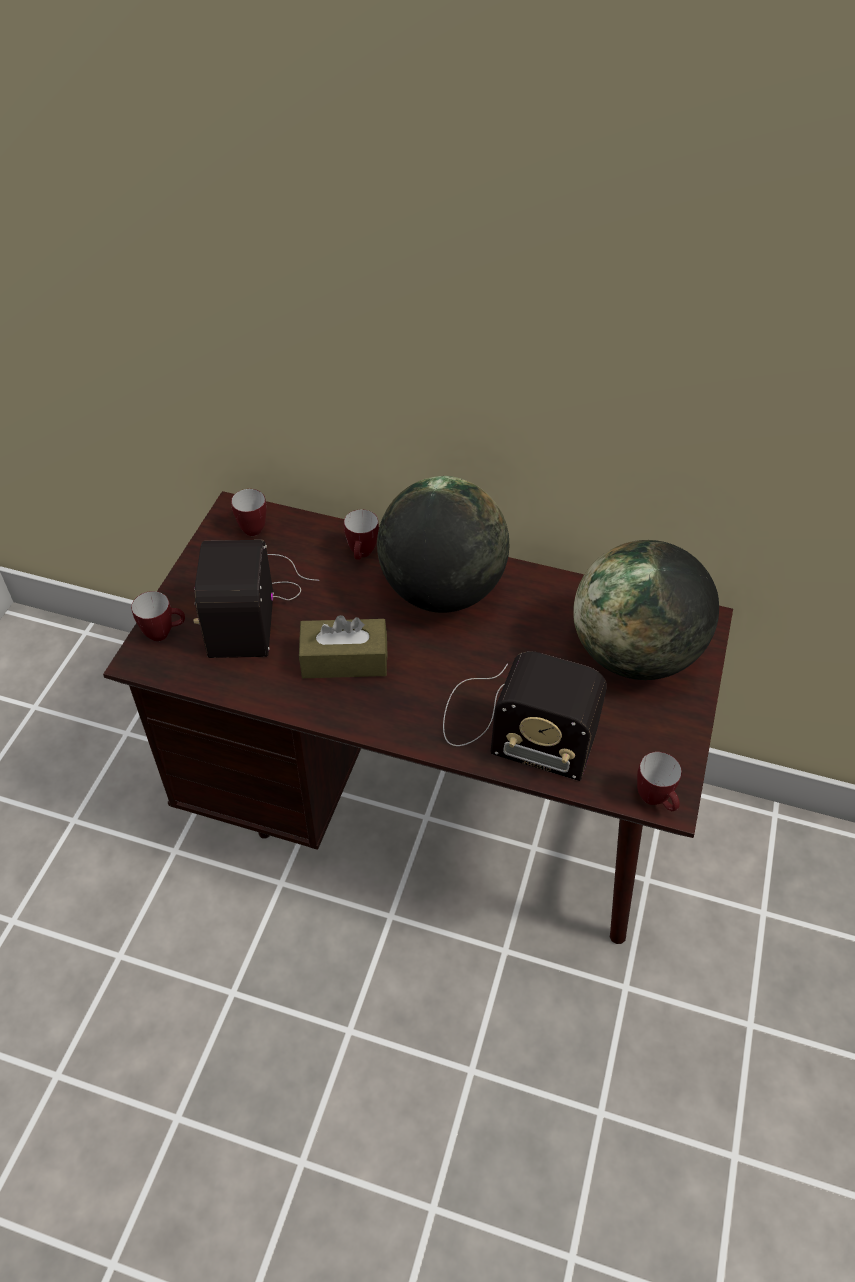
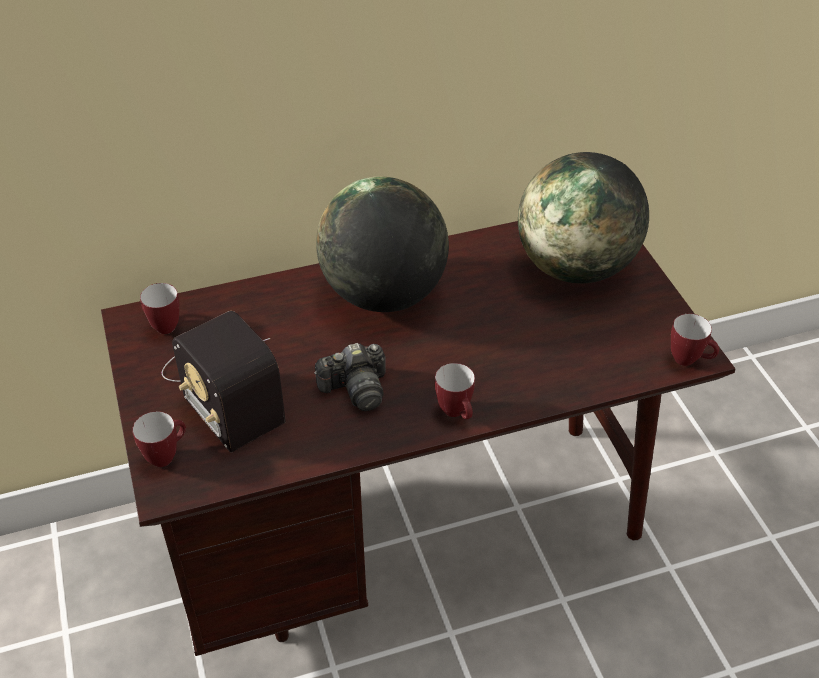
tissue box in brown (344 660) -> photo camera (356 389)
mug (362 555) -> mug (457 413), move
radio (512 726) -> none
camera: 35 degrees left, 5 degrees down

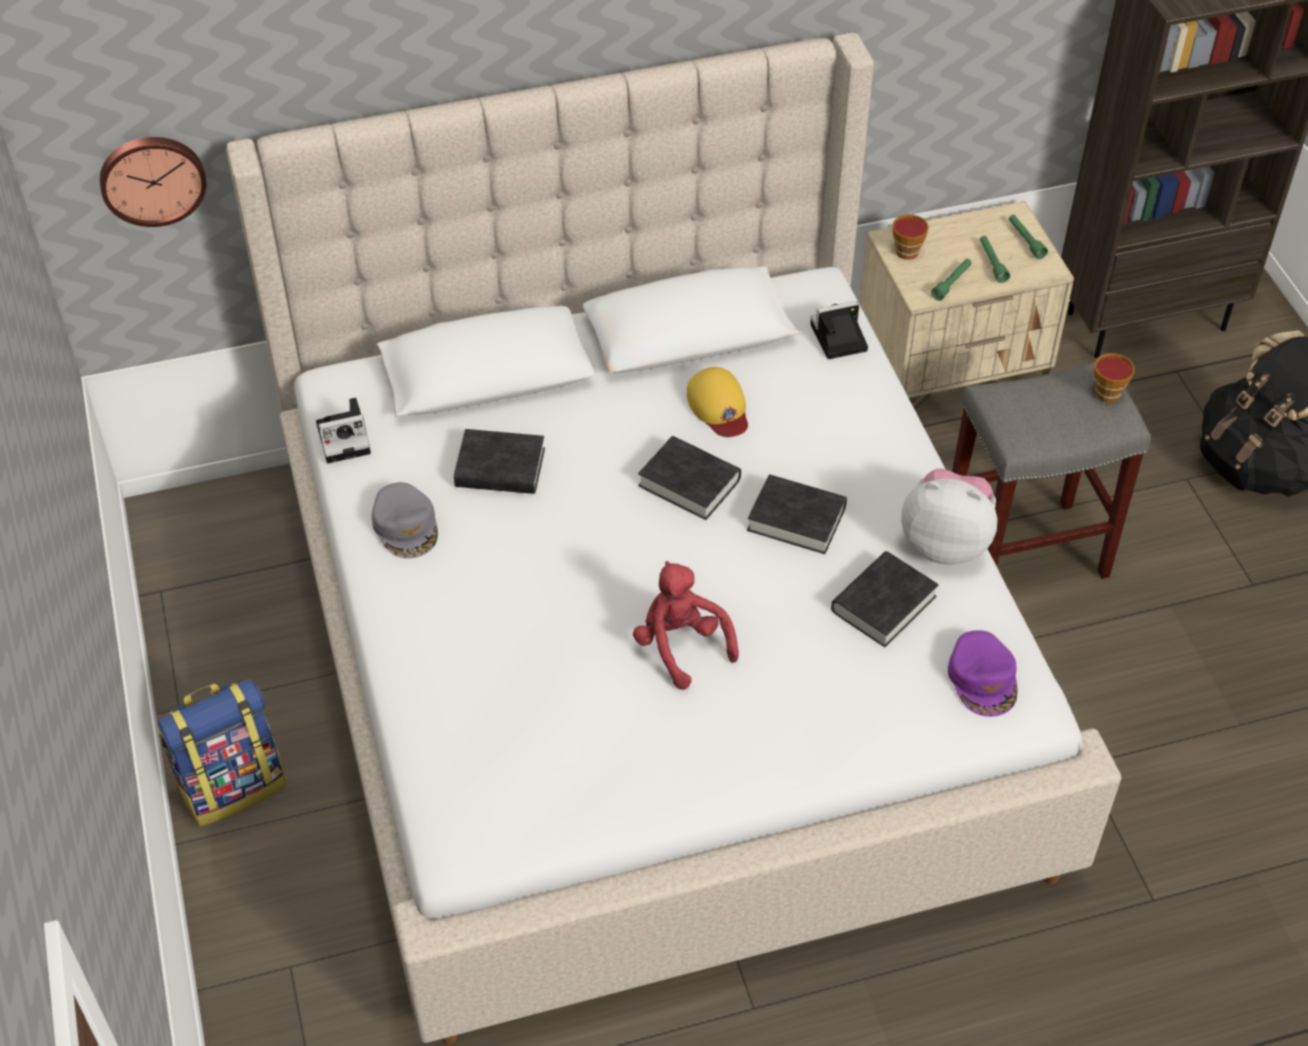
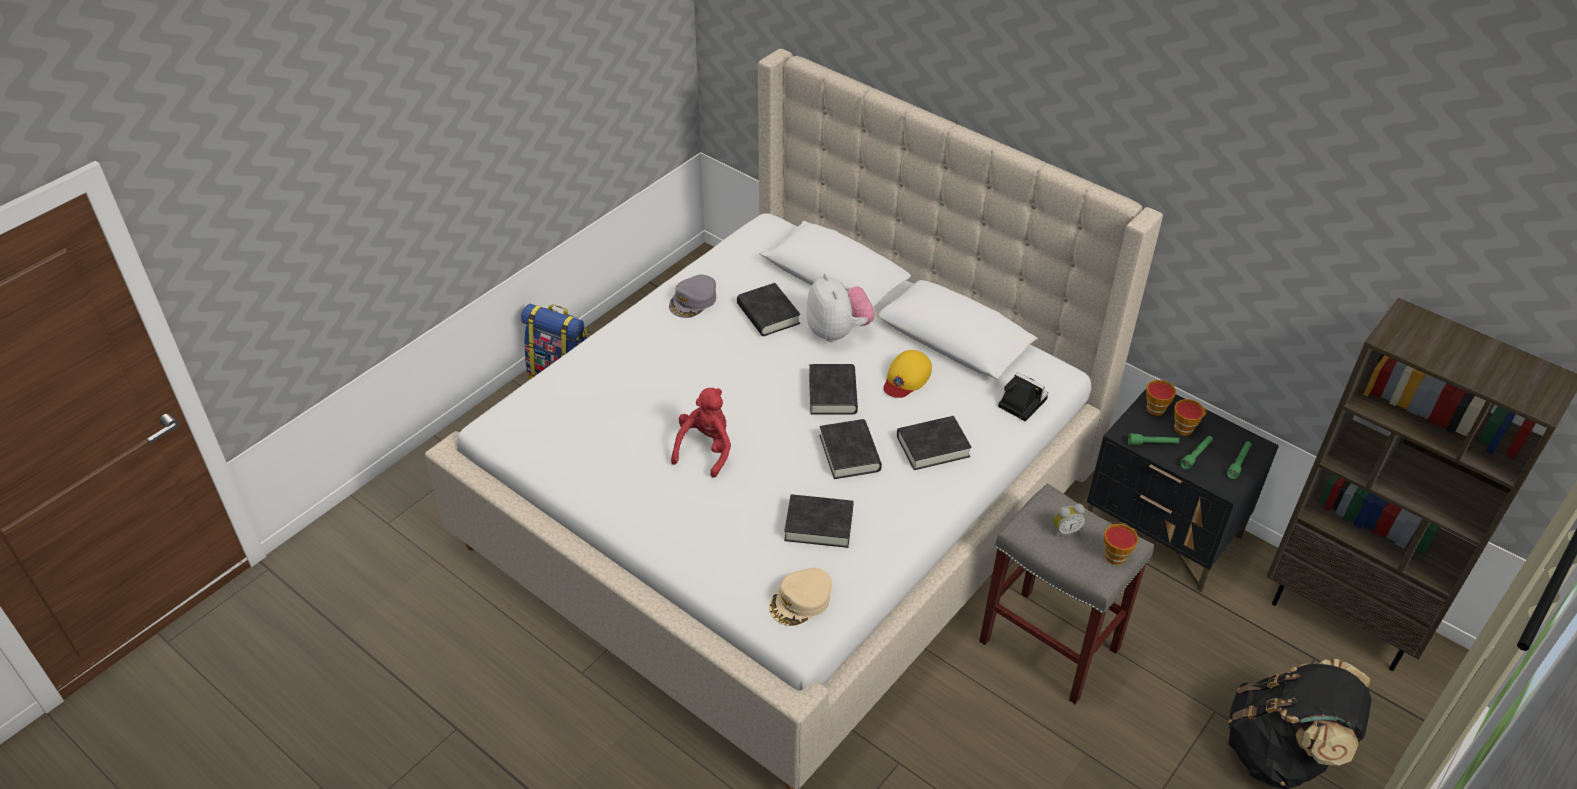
wall clock (152 178) -> none
photo camera (346 438) -> none
nightstand in beige (950 376) -> nightstand in black (1163 531)
plush toy (946 542) -> plush toy (837 332), move
cap in purple (983 679) -> cap in beige (801 601)
none -> book in black (933 447)
none -> alarm clock (1065 530)
none -> cup (1186 428)
camera: 55 degrees right, 5 degrees down

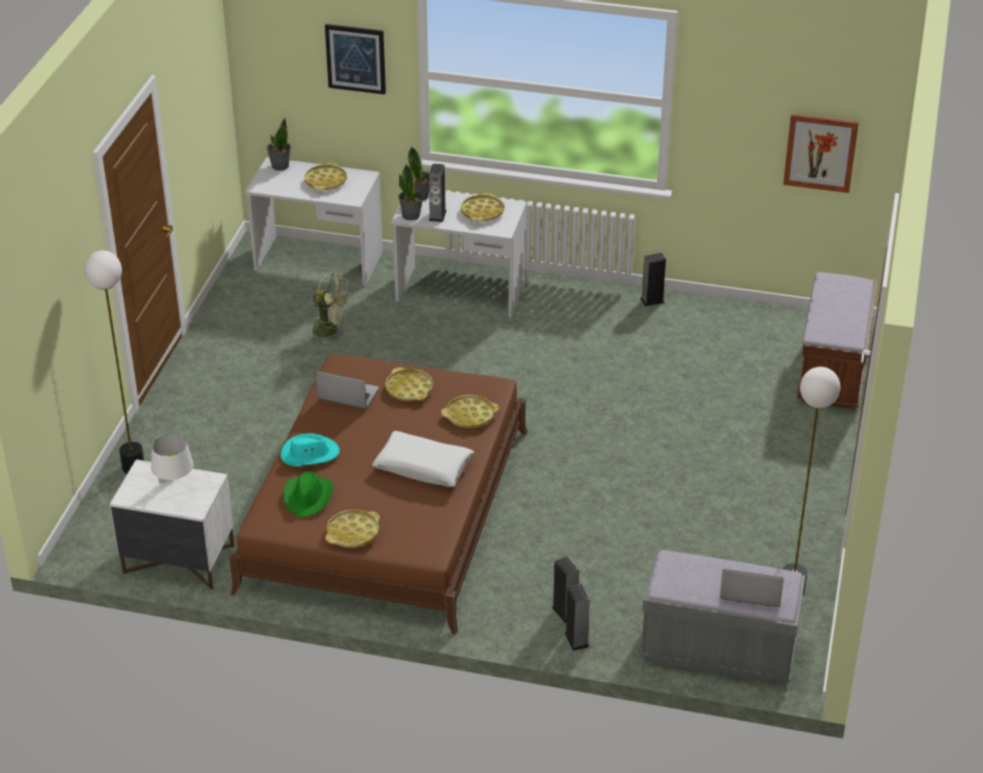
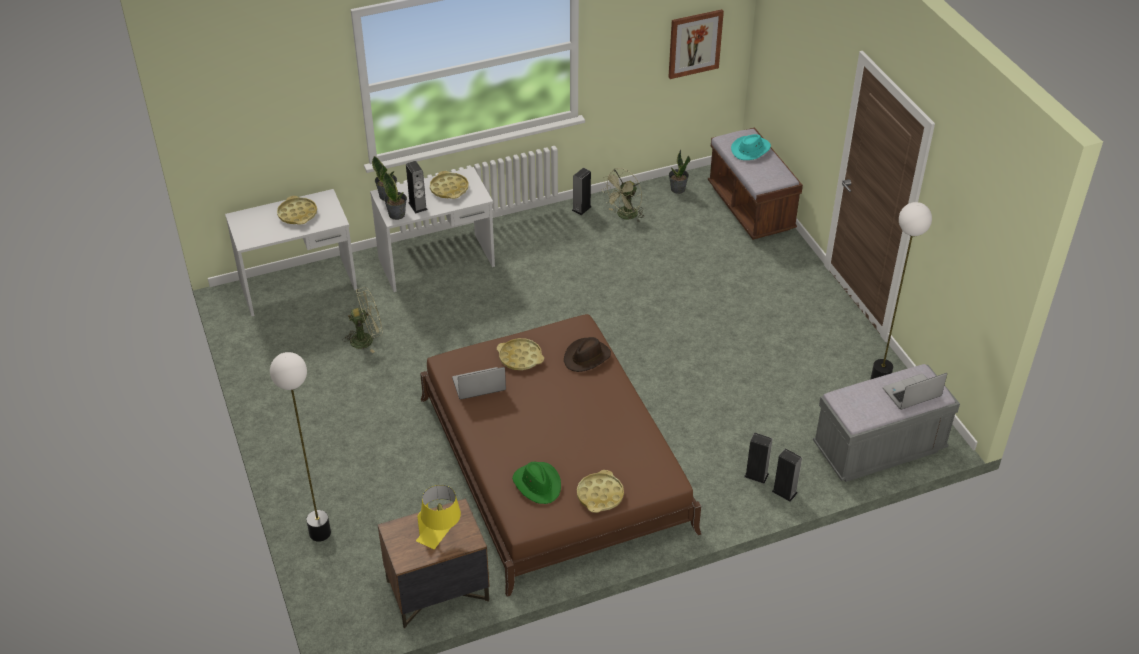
nightstand in white (178 560) -> nightstand in brown (437 591)
table lamp in white (175 493) -> table lamp in yellow (440 536)
potted plant (280 166) -> potted plant (677 189), move
hat in turquoise (309 454) -> hat in turquoise (750 149), move
picture (356 58) -> none
pillow in white (423 467) -> none
tray in yellow (470 415) -> hat in brown (587 357)
none -> fan in green (624 216)
camera: 35 degrees left, 5 degrees up

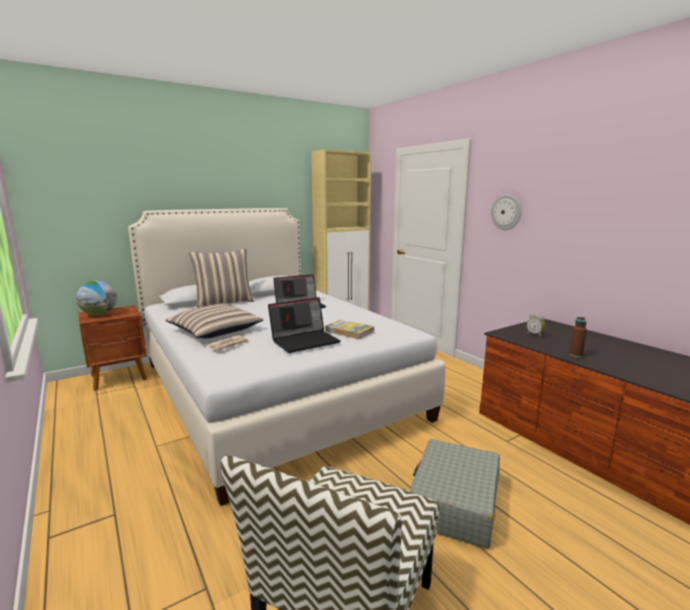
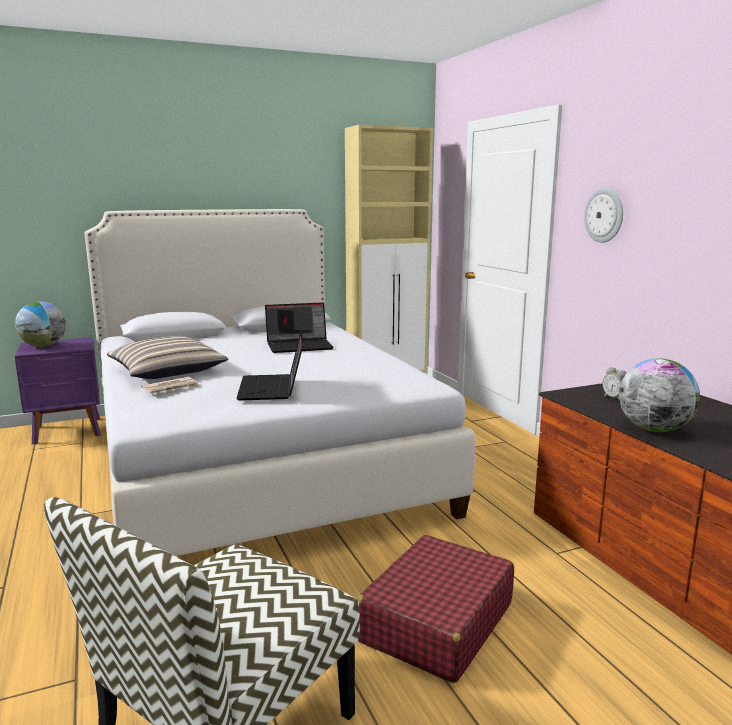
nightstand in brown (120 377) -> nightstand in purple (68 431)
pillow (224 302) -> none
laptop (305 341) -> laptop (273 388), 105 degrees clockwise
book (349 331) -> none
suitcase in grey (454 502) -> suitcase in red (436 623)
bottle in brown (576 355) -> globe (654 429)
camera: 10 degrees right, 0 degrees up

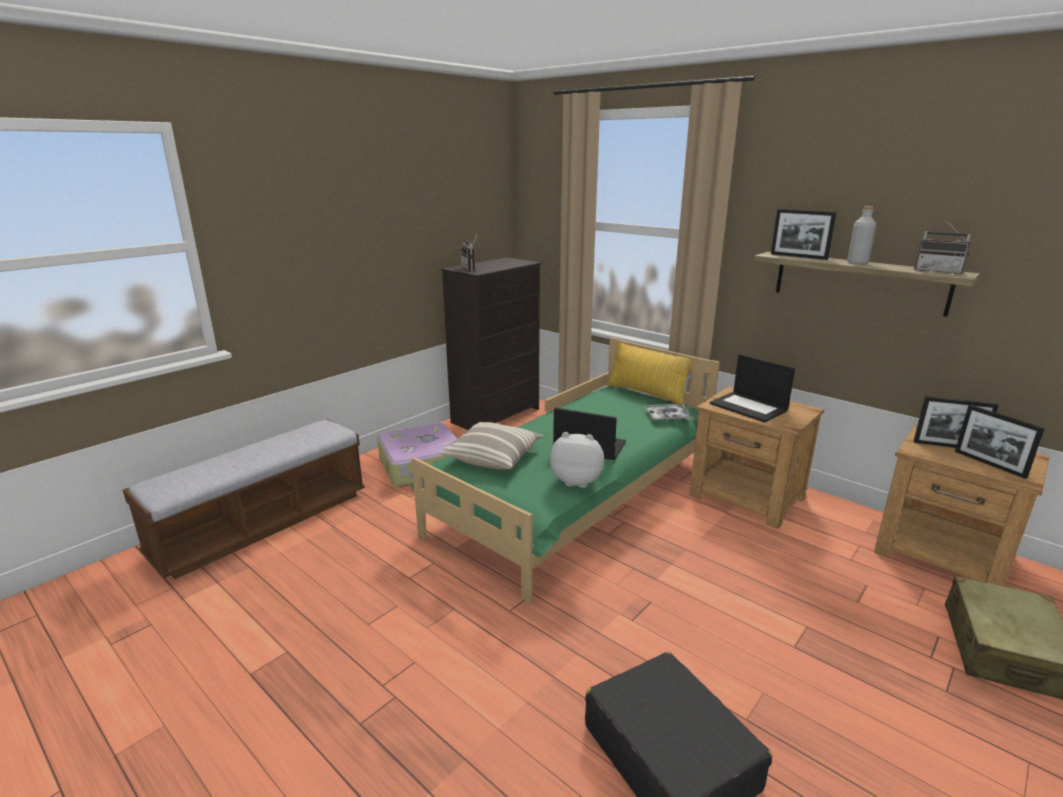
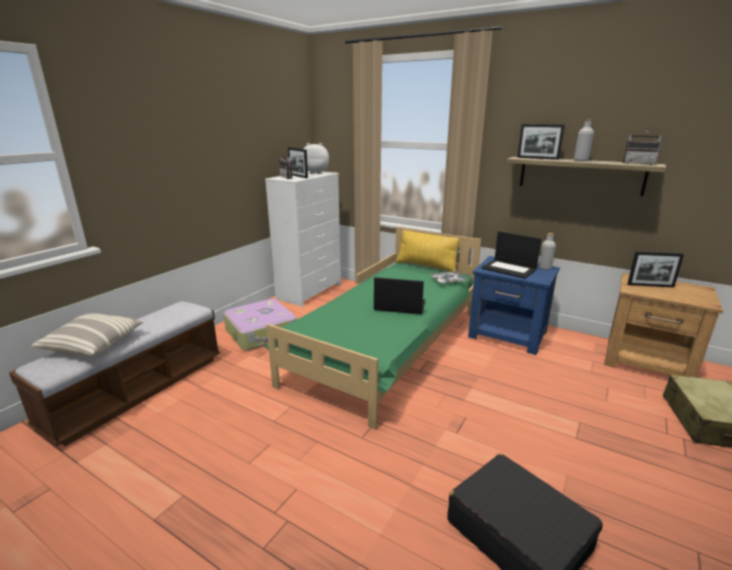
pillow (493 457) -> pillow (94 344), move
dresser in black (497 416) -> dresser in white (310 291)
plush toy (577 481) -> plush toy (316 173), move
nightstand in brown (747 497) -> nightstand in blue (508 335)
picture frame (989 464) -> picture frame (298 176), move
none -> bottle in grey (544 268)
camera: 10 degrees left, 0 degrees up

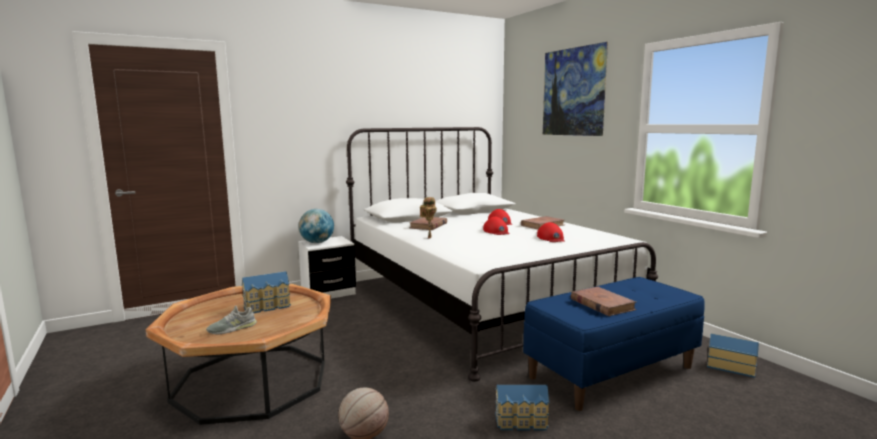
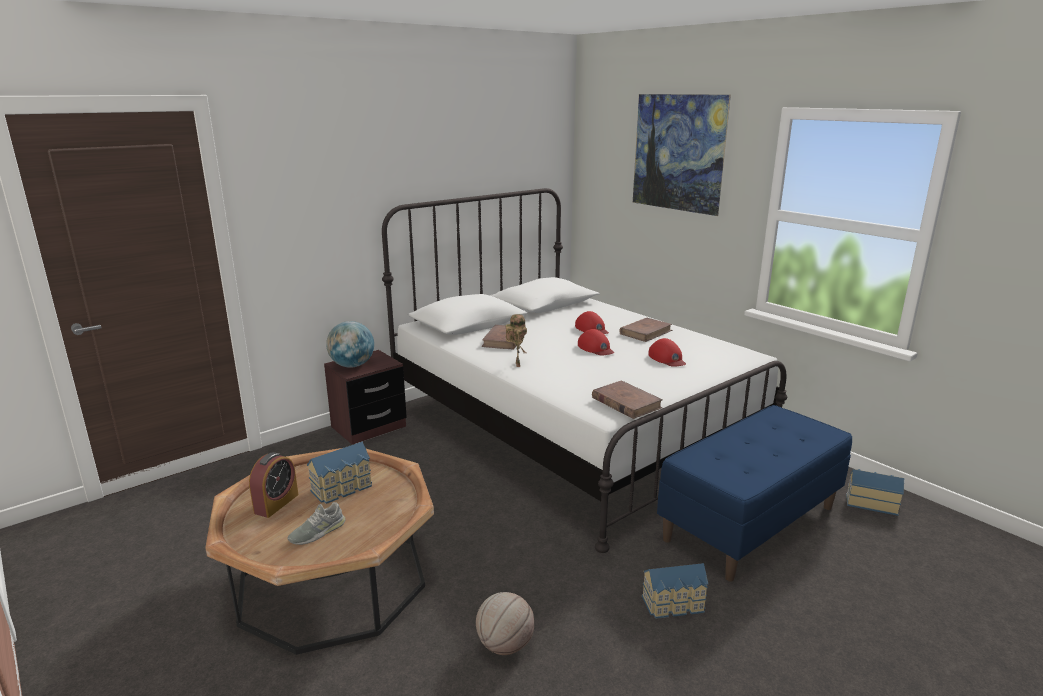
nightstand in white (328 293) -> nightstand in brown (369 427)
book in brown (602 304) -> book in brown (626 403), move
none -> alarm clock (276 503)
camera: 10 degrees left, 10 degrees up

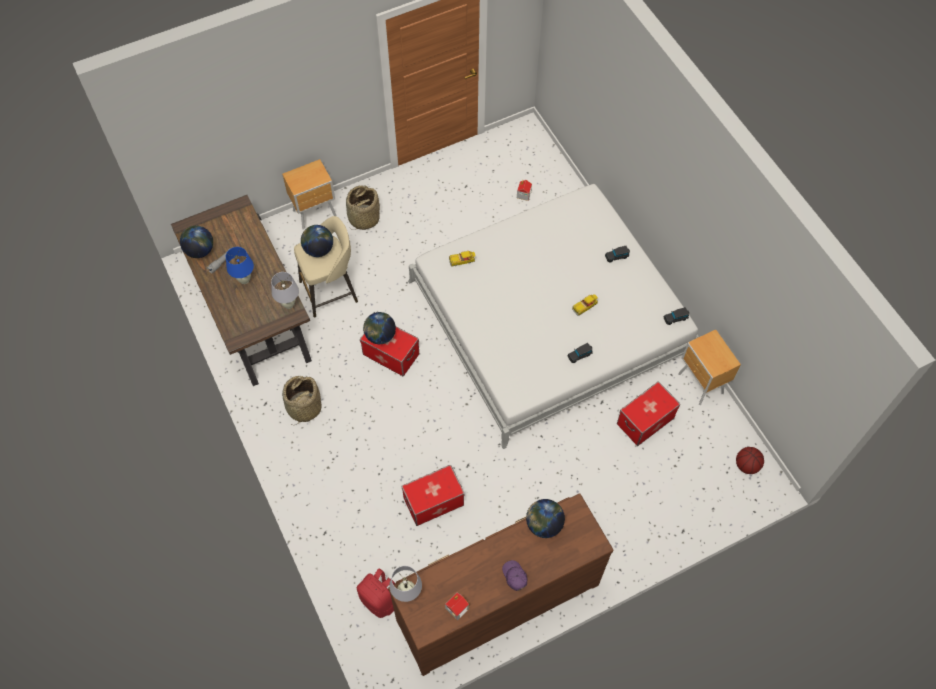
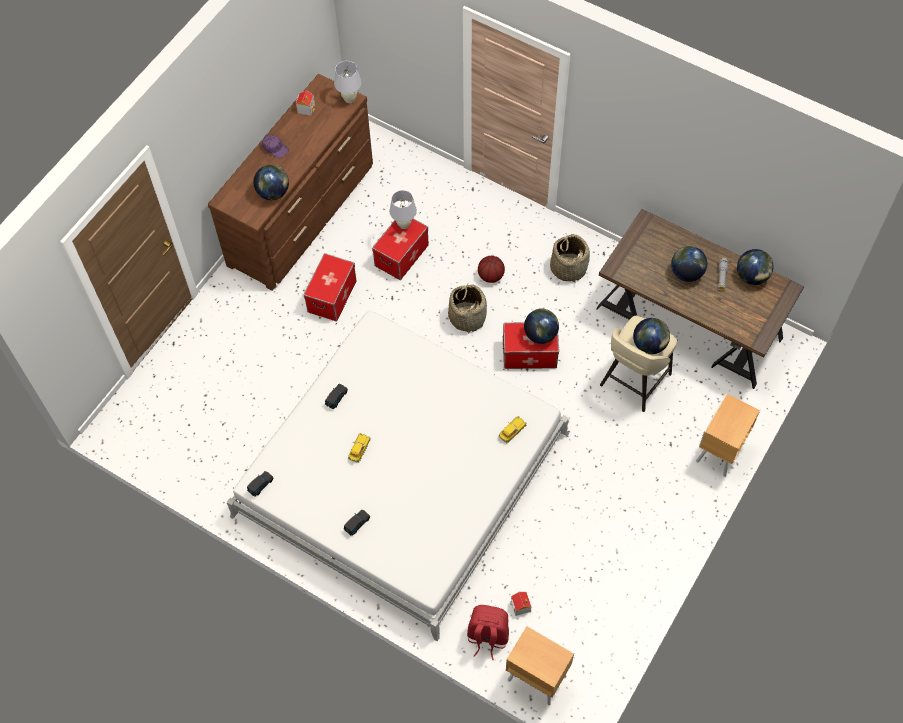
table lamp in blue (244 280) -> globe (686 273)
table lamp in white (288 304) -> table lamp in white (404 225), move
basket (363 218) -> basket (467 317), move
backpack in red (380 599) -> backpack in red (487 636), move
storage box (645 421) -> storage box (331 296), move
nightstand in brown (700 385) -> nightstand in brown (536 677), move
basketball (746 465) -> basketball (491 276), move
camera: 150 degrees right, 0 degrees up

